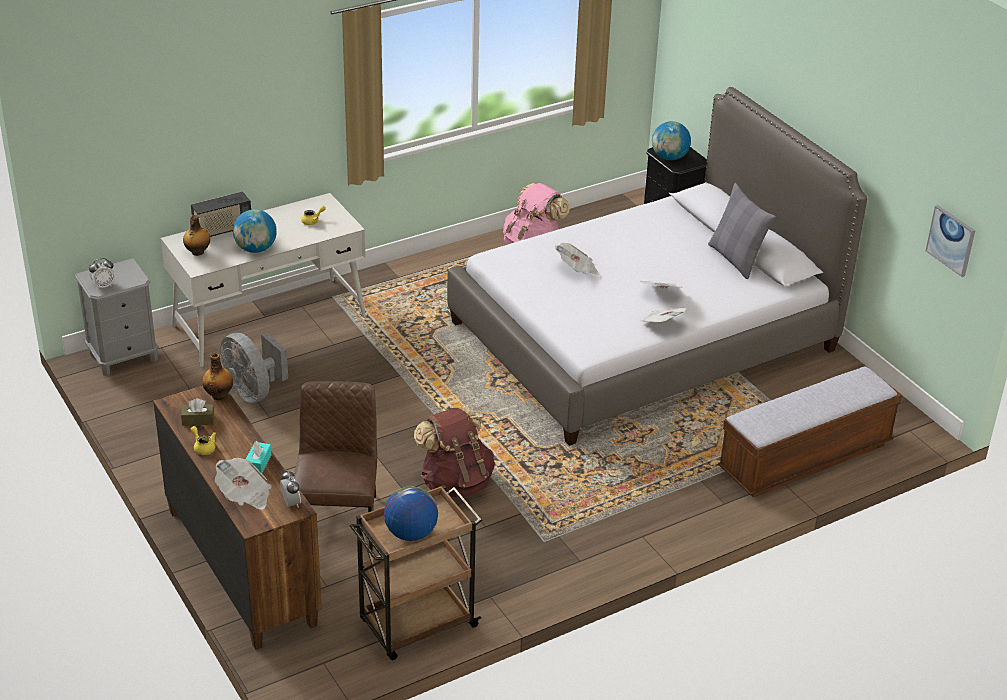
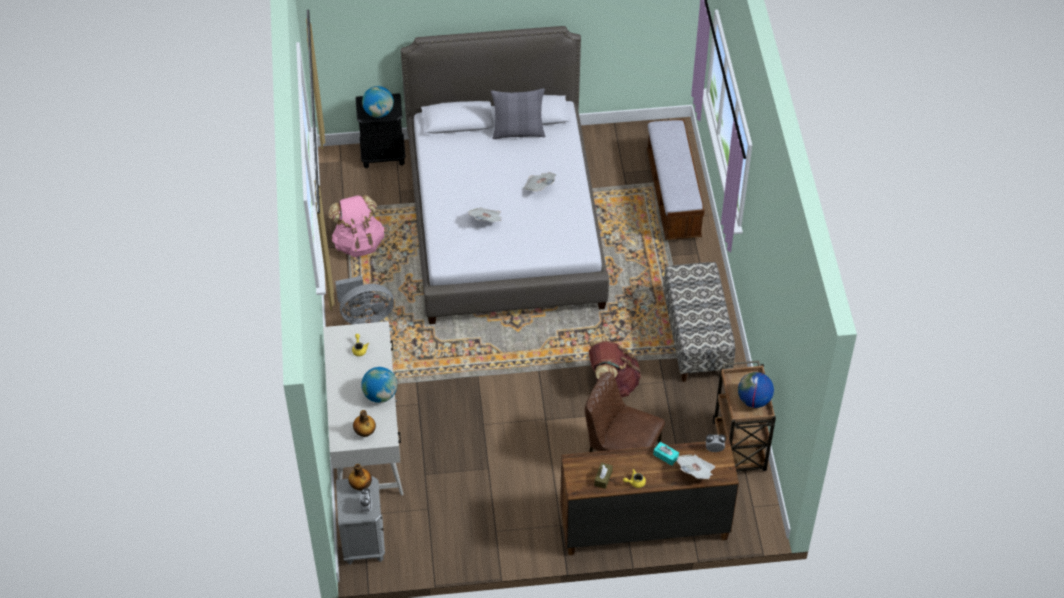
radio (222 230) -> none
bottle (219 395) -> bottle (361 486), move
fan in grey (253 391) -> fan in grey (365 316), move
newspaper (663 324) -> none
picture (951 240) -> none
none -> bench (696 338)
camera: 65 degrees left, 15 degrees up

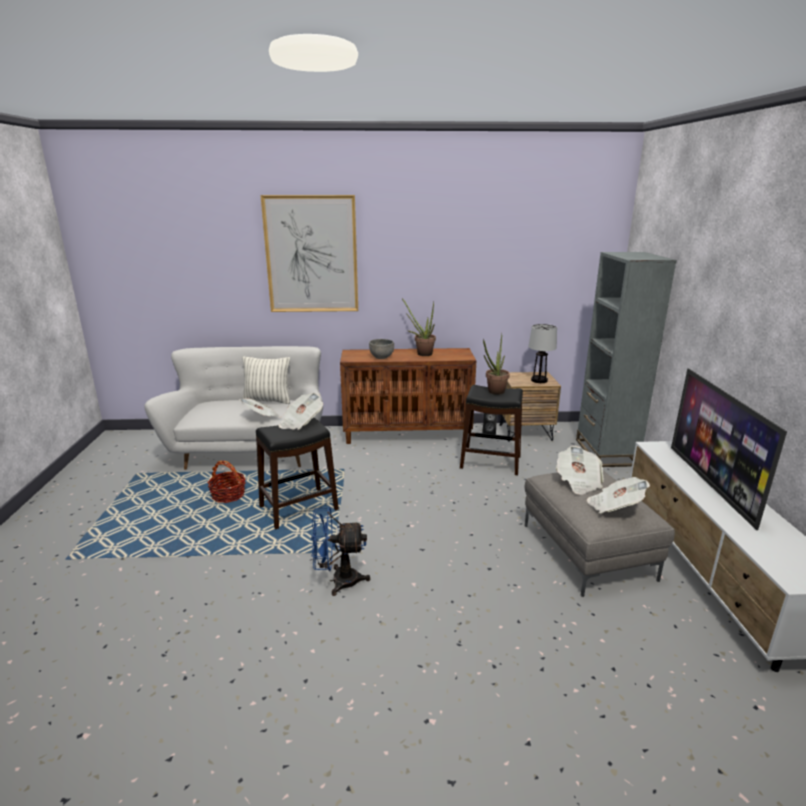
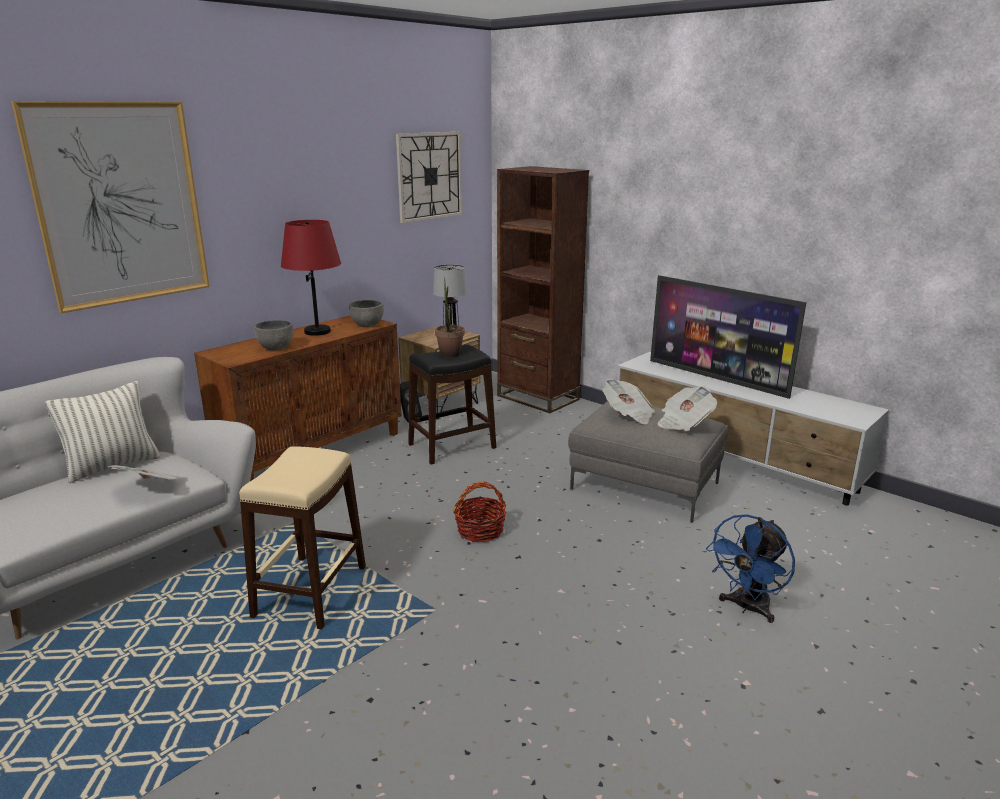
basket (228 495) -> basket (480 531), move
stool in black (298 508) -> stool in beige (310 591)
newspaper (301 423) -> none
fan in blue (338 581) -> fan in blue (747 608), move
potted plant (421 353) -> table lamp in red (317 331)
bookcase in grey (606 452) -> bookcase in brown (537 398)
none -> bowl in grey (367 325)
none -> wall clock (429 176)
camera: 45 degrees left, 0 degrees up

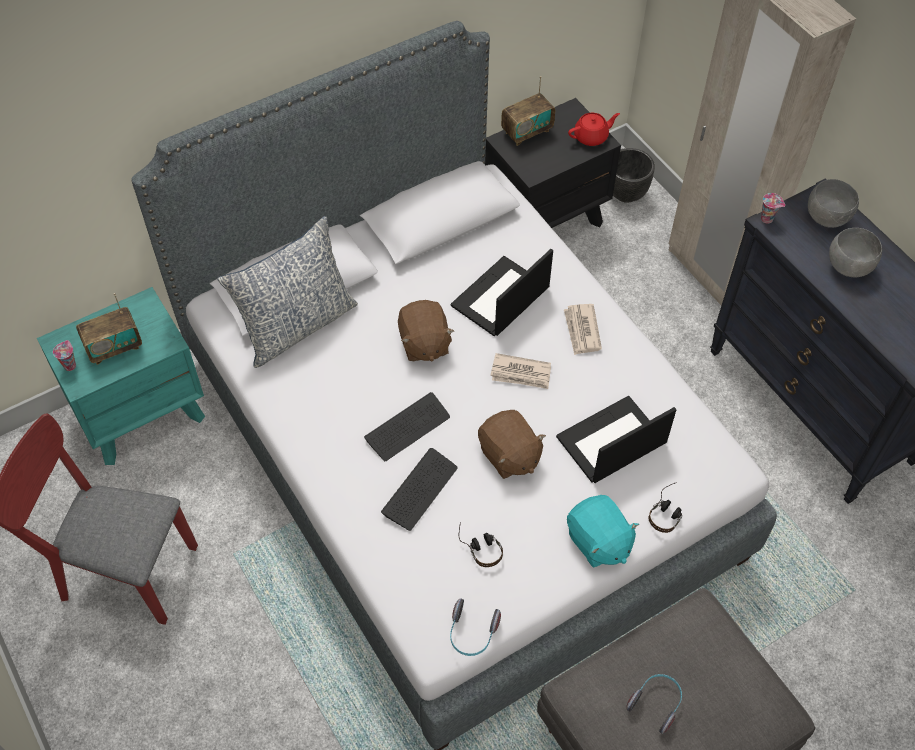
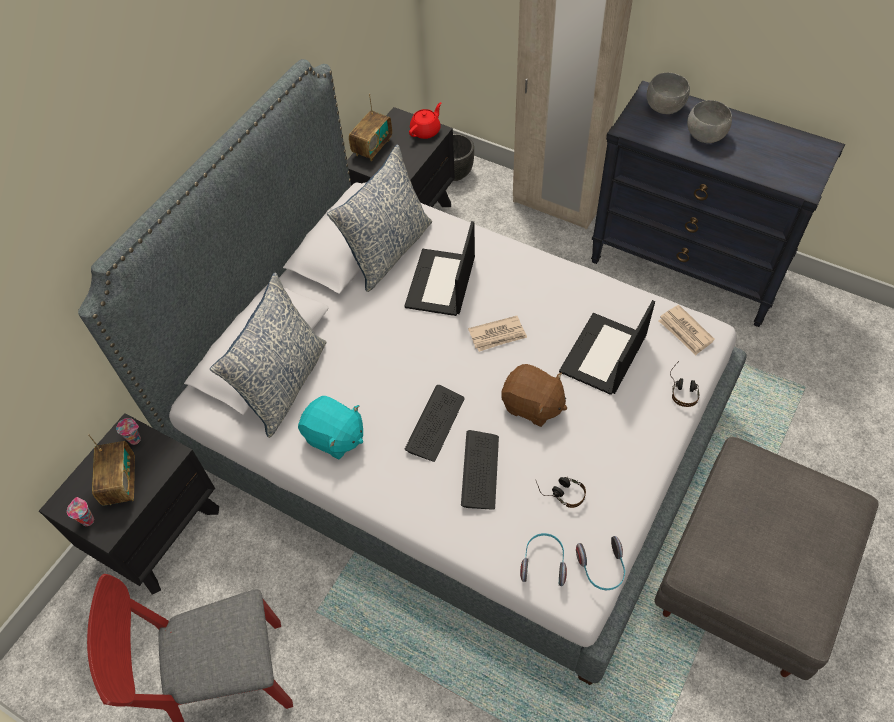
nightstand in turquoise (141 413) -> nightstand in black (159 532)
radio (114 347) -> radio (121 483), 45 degrees counterclockwise
plush toy in brown (424 343) -> none
newspaper (582 331) -> newspaper (685 332), move
plush toy in turquoise (598 542) -> plush toy in turquoise (334 437), move
headphones (656 703) -> headphones (543 562), move
cup (767 219) -> cup (136 439), move
none -> pillow (388 250)
camera: 25 degrees left, 0 degrees up

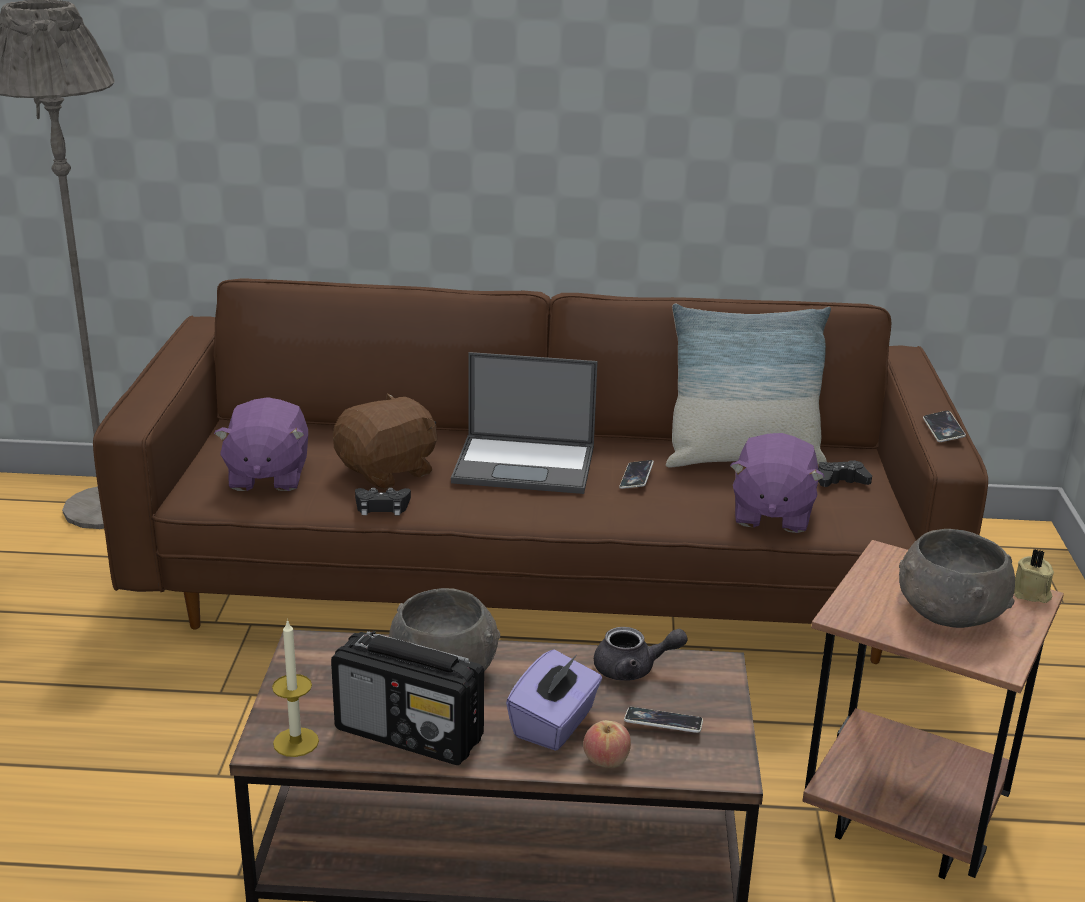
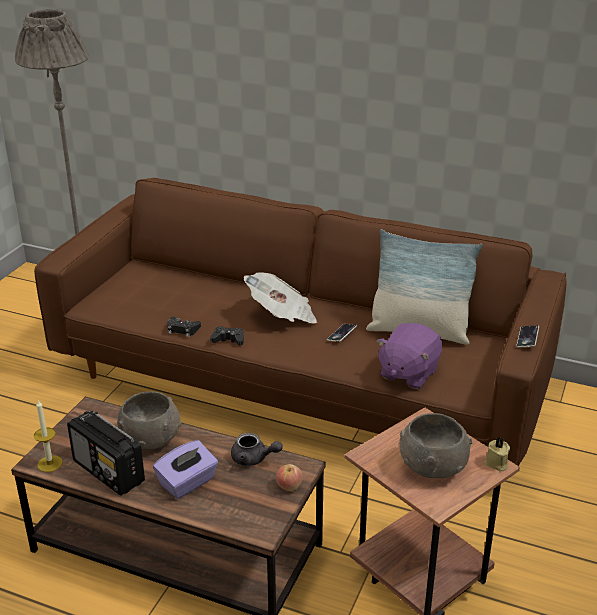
plush toy in purple (267 476) -> none
plush toy in brown (388 471) -> none
laptop (526 464) -> newspaper (282 315)
apple (606 761) -> apple (289 486), move
phone (663 724) -> none
game controller in black (841 481) -> game controller in black (228 340), move
camera: 20 degrees right, 5 degrees up

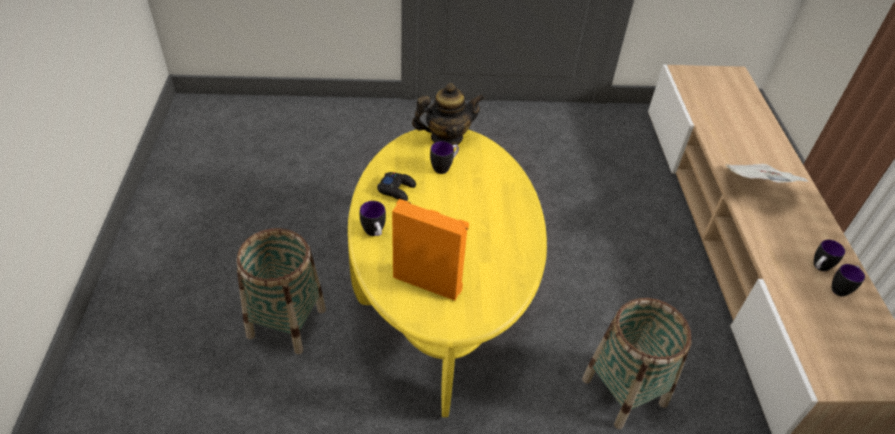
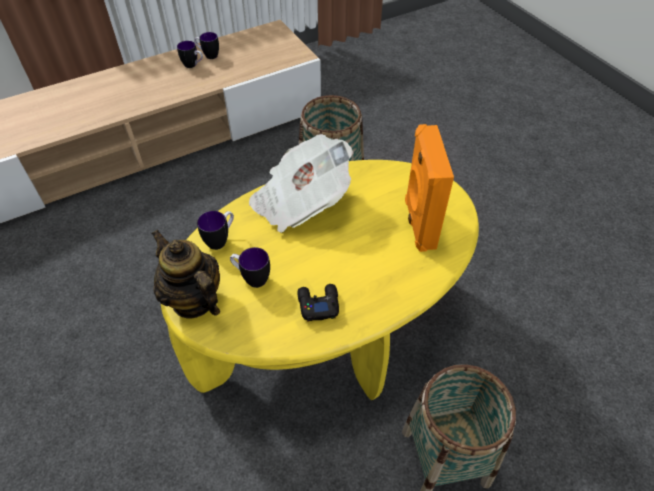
mug (374 234) -> mug (220 239), move
newspaper (757 187) -> newspaper (300 201), move
camera: 115 degrees left, 5 degrees up

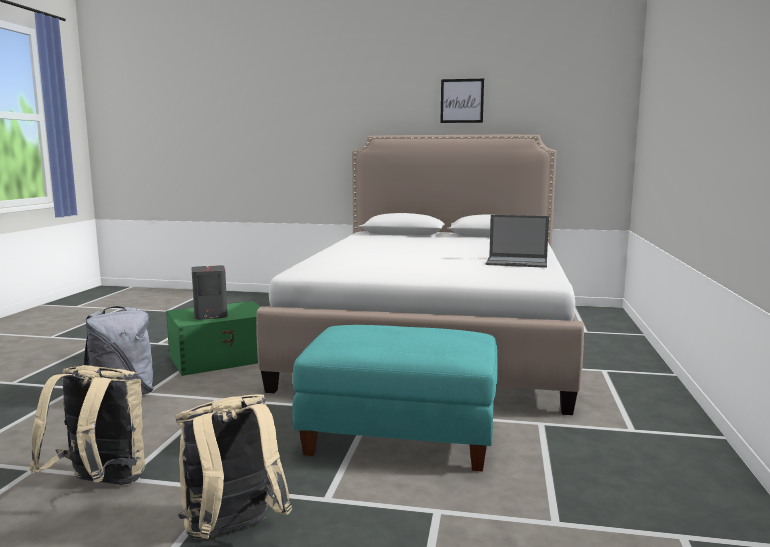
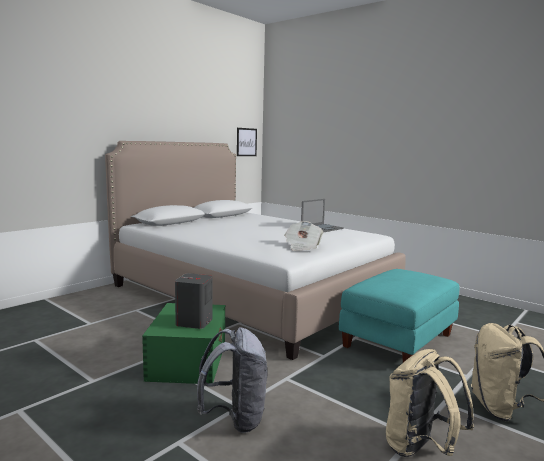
picture (462 101) -> picture (246 142), move
none -> newspaper (302 247)
camera: 60 degrees left, 0 degrees up

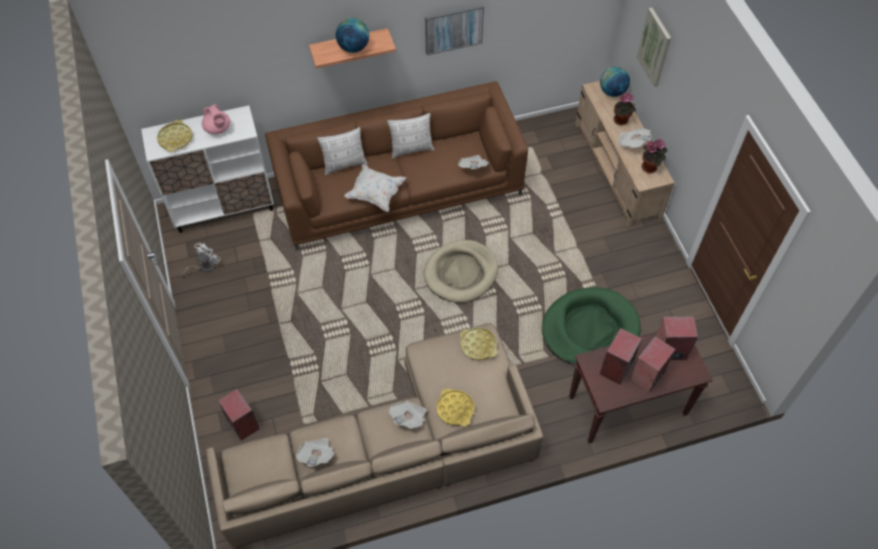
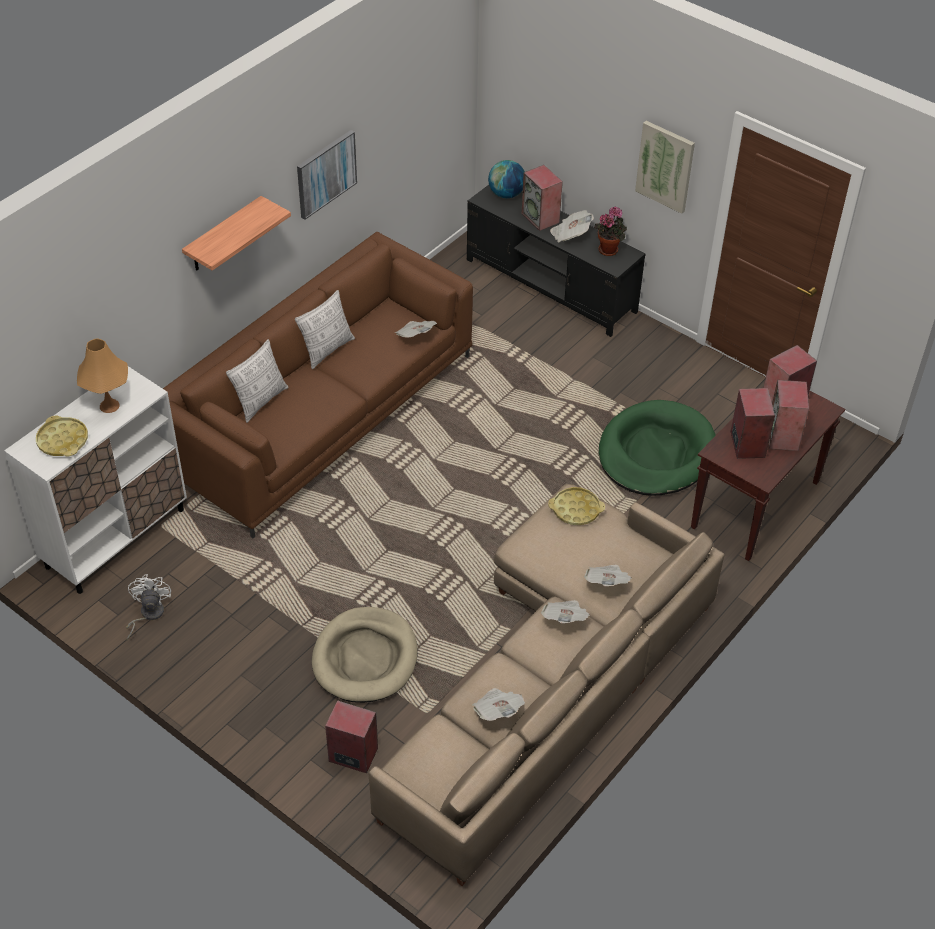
teapot in pink (218 129) -> table lamp in orange (109 406)
globe (353 47) -> none
pillow in white (375 194) -> none
dog bed in beige (461 273) -> dog bed in beige (365 658), move
tray in yellow (455 409) -> newspaper (607 583)
tv stand in beige (616 170) -> tv stand in black (551 286)
potted plant (621 121) -> speaker (541 218)
picture (655 47) -> picture (665 166), move
camera: 35 degrees left, 10 degrees down

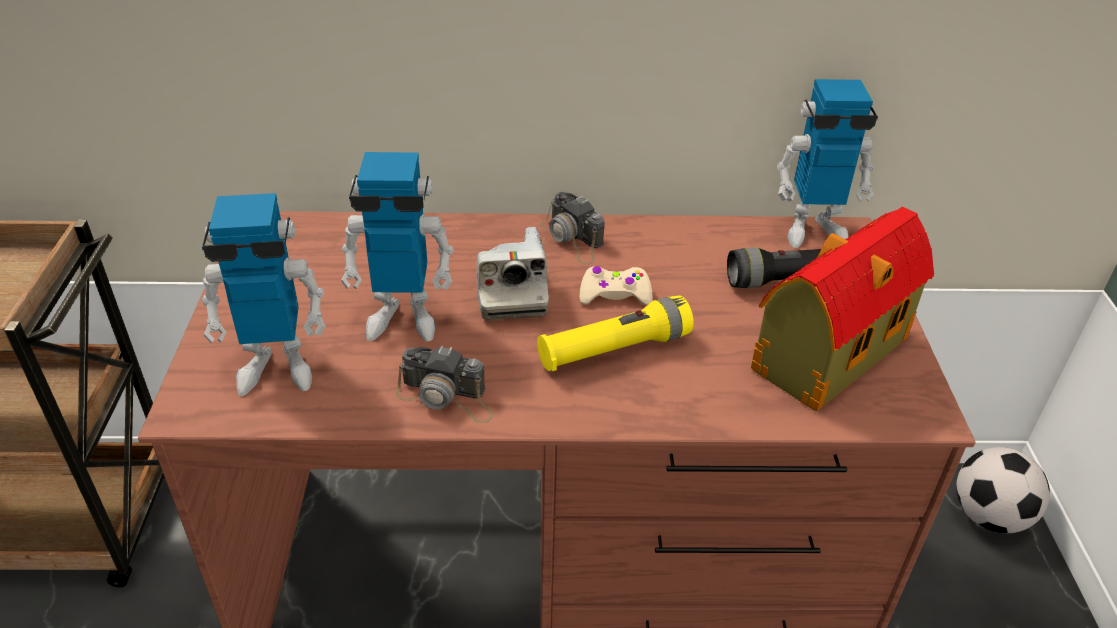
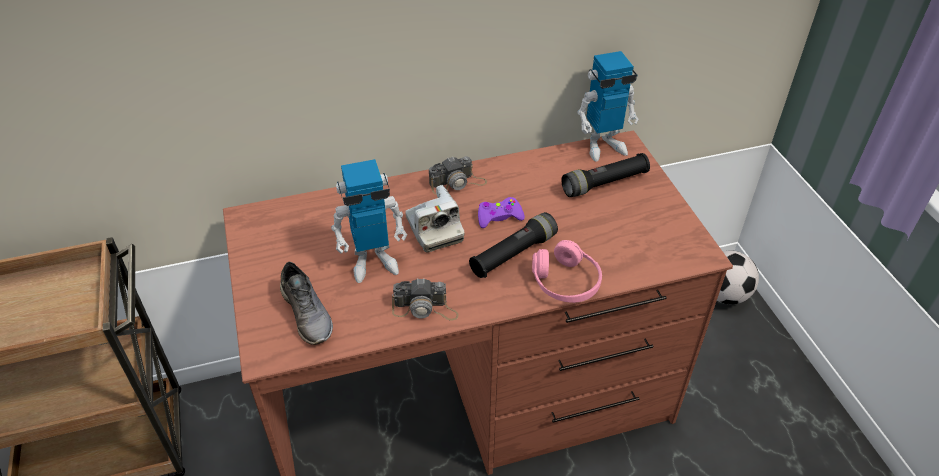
toy robot (277 366) -> shoe in grey (308 313)
flashlight in yellow (614 349) -> flashlight in black (513 254)
photo camera (573 238) -> photo camera (457 183), 60 degrees counterclockwise
game controller in beige (614 294) -> game controller in purple (499 217)
toy house (827 356) -> none
none -> headphones in pink (565 282)
camera: 15 degrees left, 5 degrees up

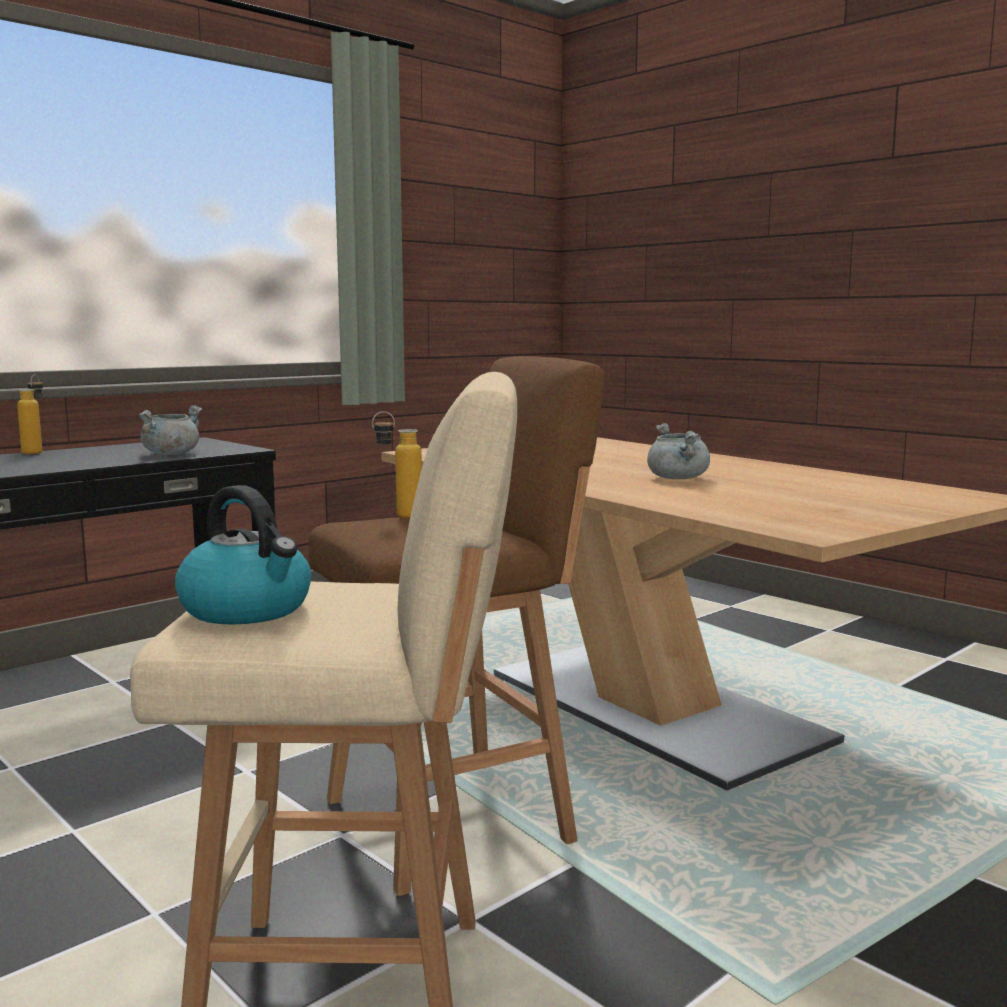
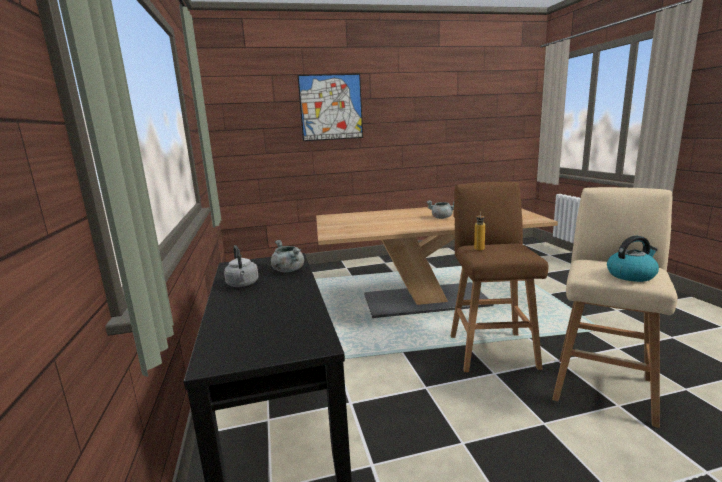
bottle (36 452) -> none
none -> kettle in grey (243 284)
none -> picture (331 107)
camera: 60 degrees left, 5 degrees up

